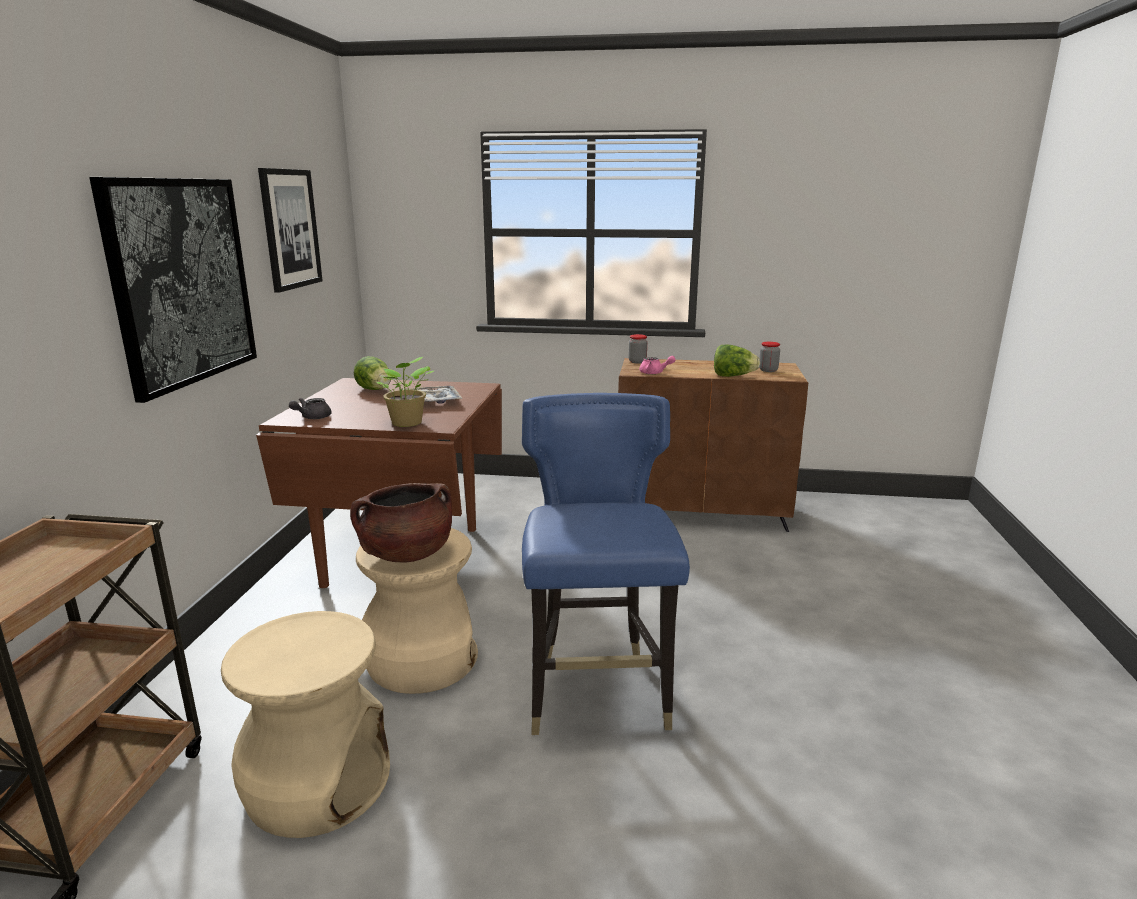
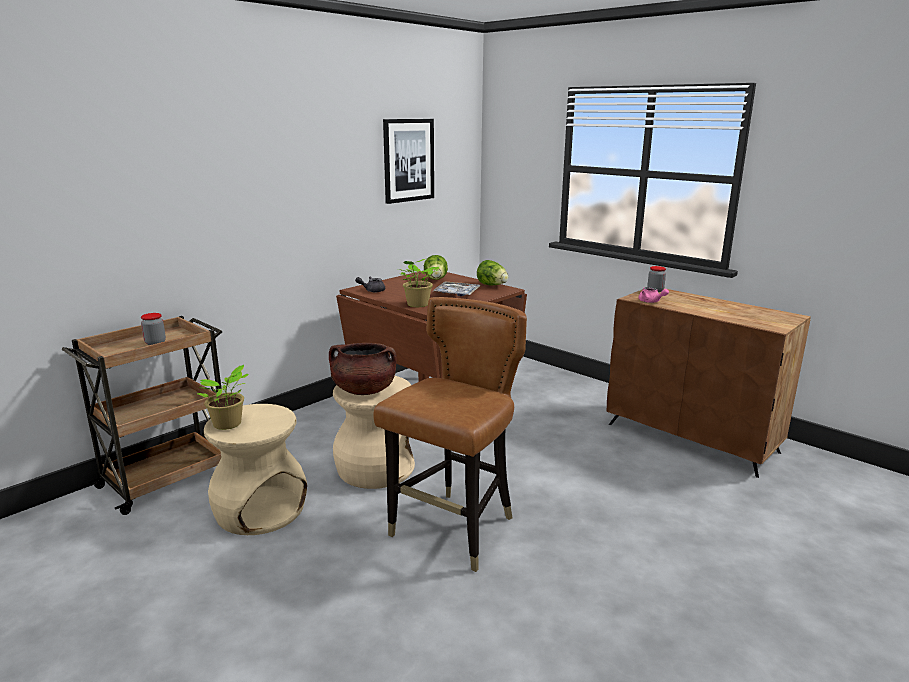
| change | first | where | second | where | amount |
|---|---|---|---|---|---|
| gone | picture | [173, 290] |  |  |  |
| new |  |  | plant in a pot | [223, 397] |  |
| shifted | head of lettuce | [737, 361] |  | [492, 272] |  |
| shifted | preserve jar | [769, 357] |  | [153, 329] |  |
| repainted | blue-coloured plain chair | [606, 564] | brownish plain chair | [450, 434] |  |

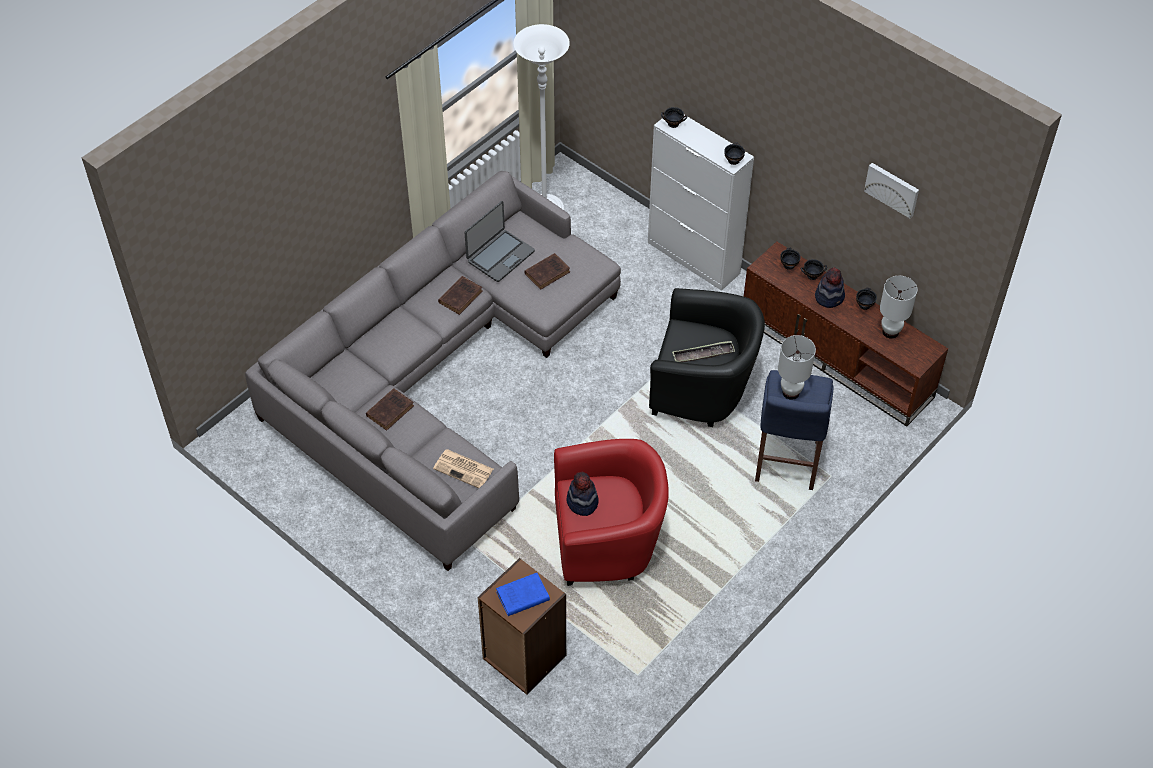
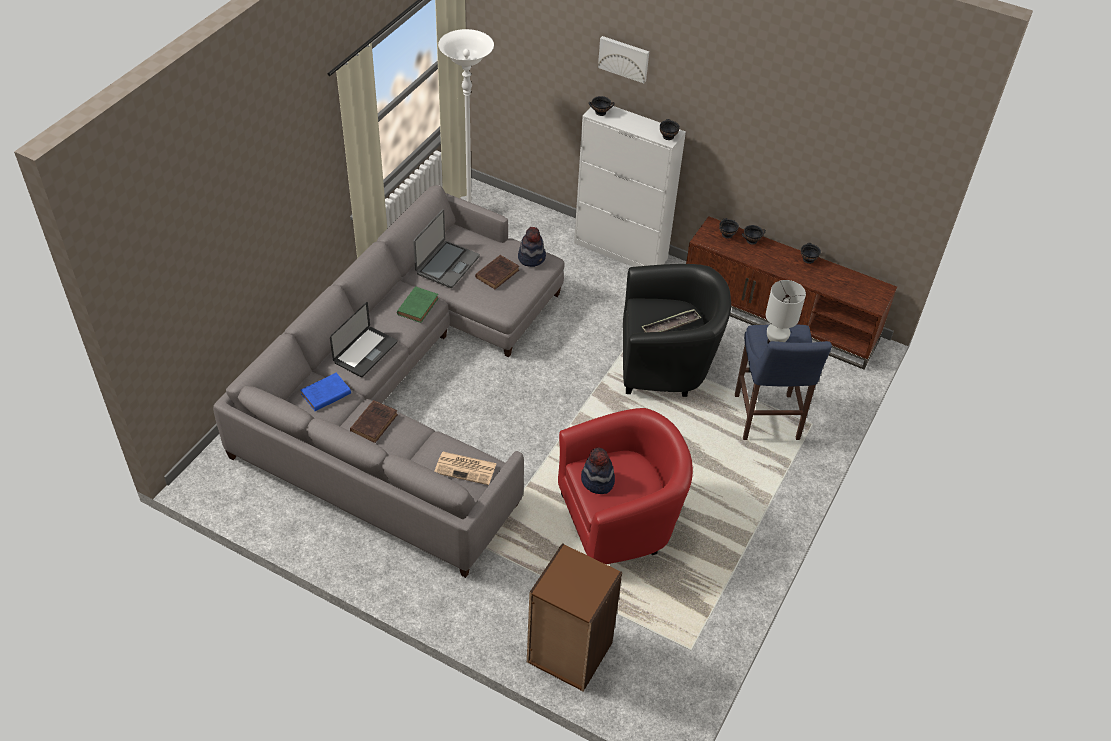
| change | first | where | second | where | amount |
|---|---|---|---|---|---|
| gone | white table lamp | [898, 307] |  |  |  |
| new |  |  | portable computer | [363, 339] |  |
| shifted | blue-coloured volume | [523, 594] |  | [326, 392] |  |
| shifted | wearable hat | [830, 288] |  | [532, 247] |  |
| shifted | picture | [891, 190] |  | [623, 59] |  |
| repainted | brownish volume | [460, 295] | green volume | [418, 304] |  |

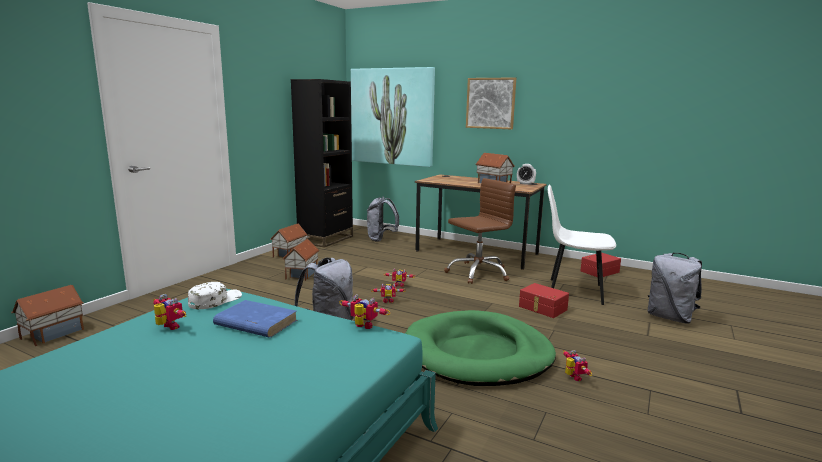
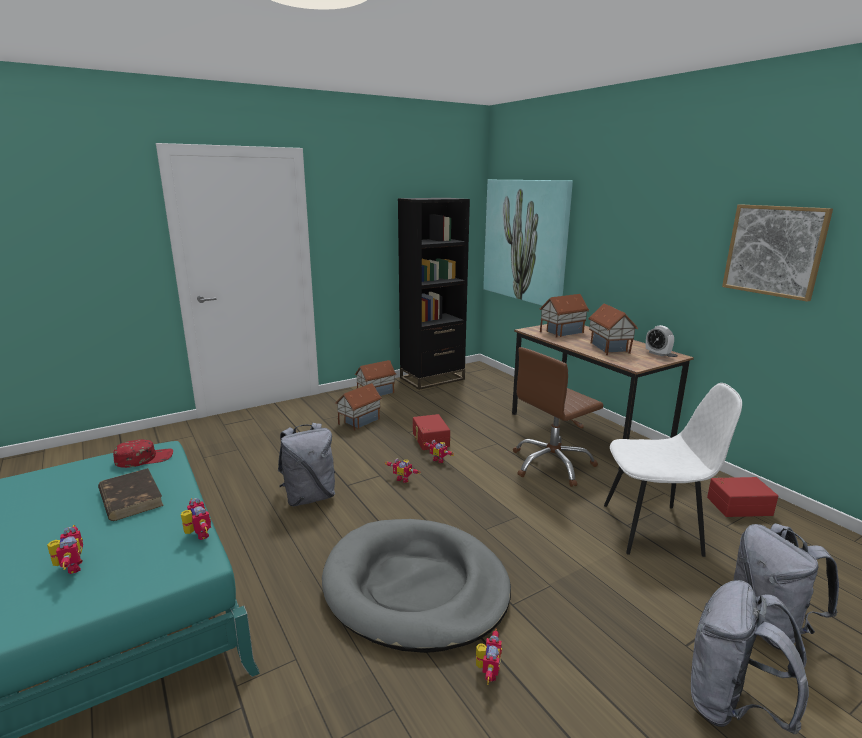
| change | first | where | second | where | amount |
|---|---|---|---|---|---|
| shifted | miniature house | [47, 315] |  | [564, 316] |  |
| shifted | toy robot | [169, 312] |  | [65, 549] |  |
| shifted | gray knapsack | [383, 219] |  | [750, 657] |  |
| shifted | picture | [491, 103] |  | [777, 253] |  |
| shifted | red storage box | [544, 300] |  | [431, 432] |  |
| repainted | white cap | [215, 295] | red cap | [143, 453] |  |
| repainted | blue-coloured volume | [255, 319] | brownish volume | [131, 494] |  |
| repainted | green dog cushion | [480, 348] | gray dog cushion | [416, 586] |  |
| rotated | brownish computer chair | [480, 231] |  | [558, 417] | 150 degrees clockwise |
| rotated | white plain chair | [582, 244] |  | [673, 470] | 135 degrees clockwise |

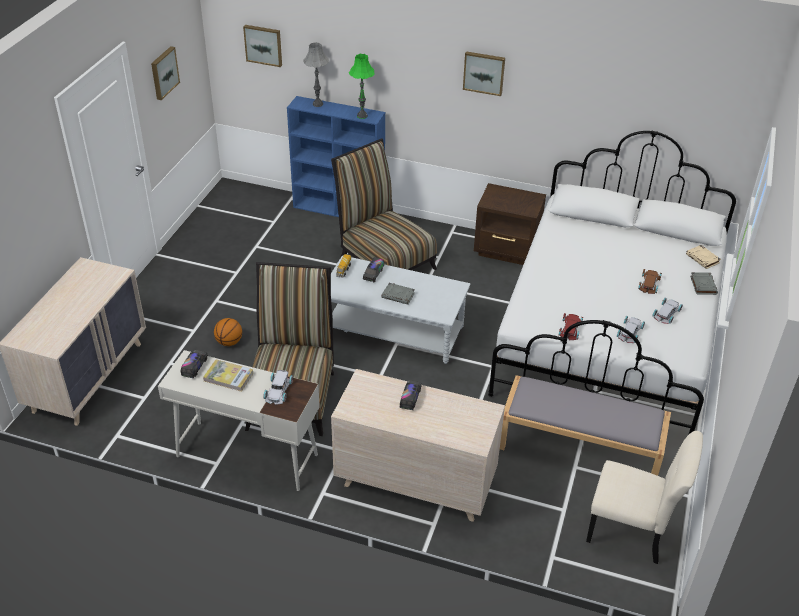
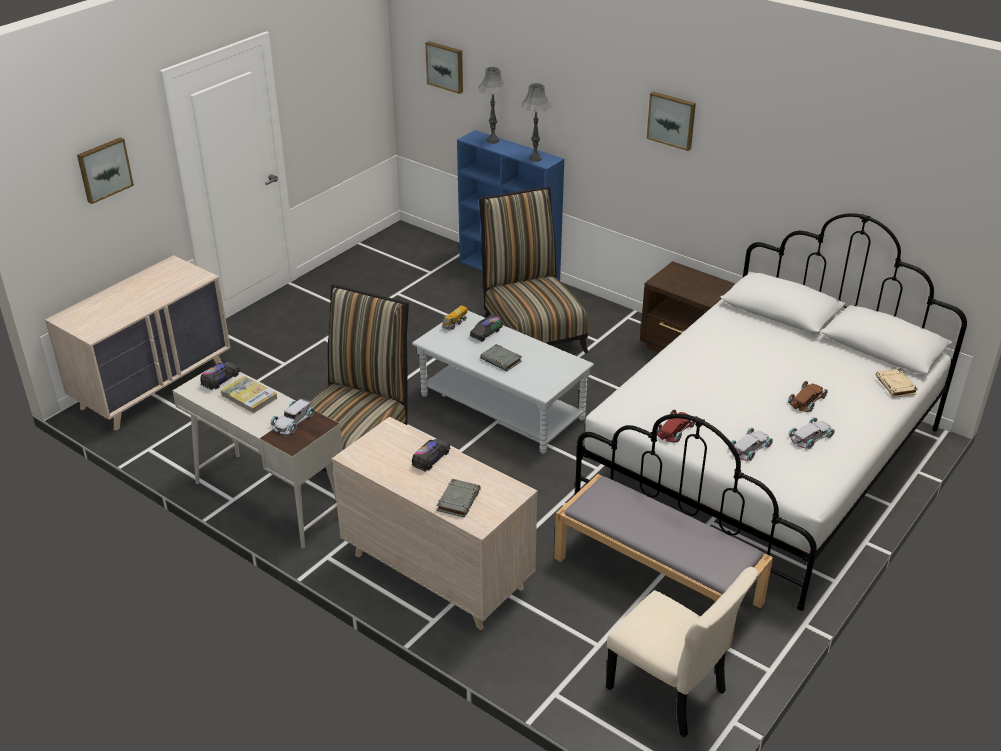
| change | first | where | second | where | amount |
|---|---|---|---|---|---|
| gone | basketball | [228, 332] |  |  |  |
| shifted | picture | [165, 73] |  | [105, 170] |  |
| shifted | gray volume | [704, 283] |  | [459, 498] |  |
| repainted | green table lamp | [362, 86] | gray table lamp | [536, 122] |  |

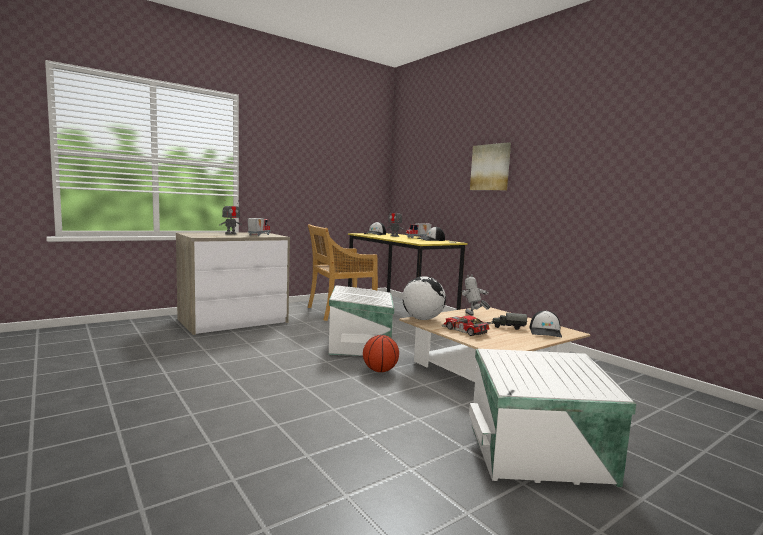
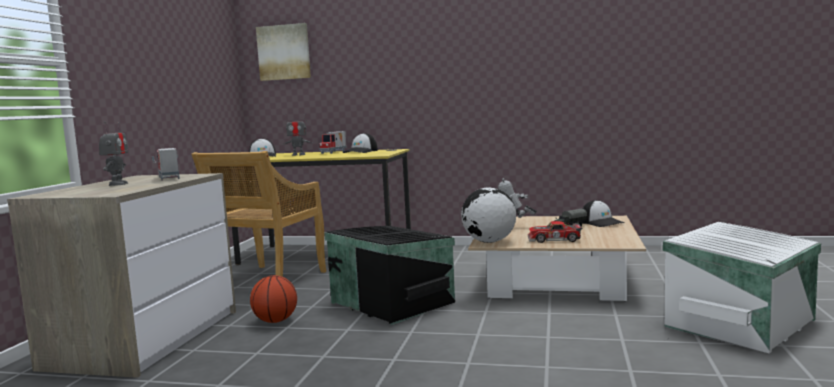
| change | first | where | second | where | amount |
|---|---|---|---|---|---|
| shifted | basketball | [381, 353] |  | [273, 299] |  |
| shifted | picture | [490, 166] |  | [283, 52] |  |
| repainted | white storage box | [361, 320] | blackish storage box | [389, 275] |  |

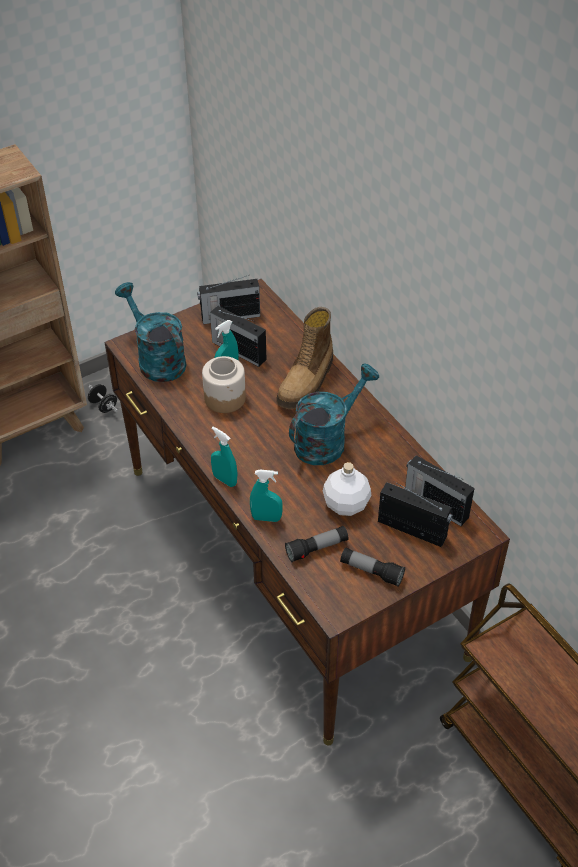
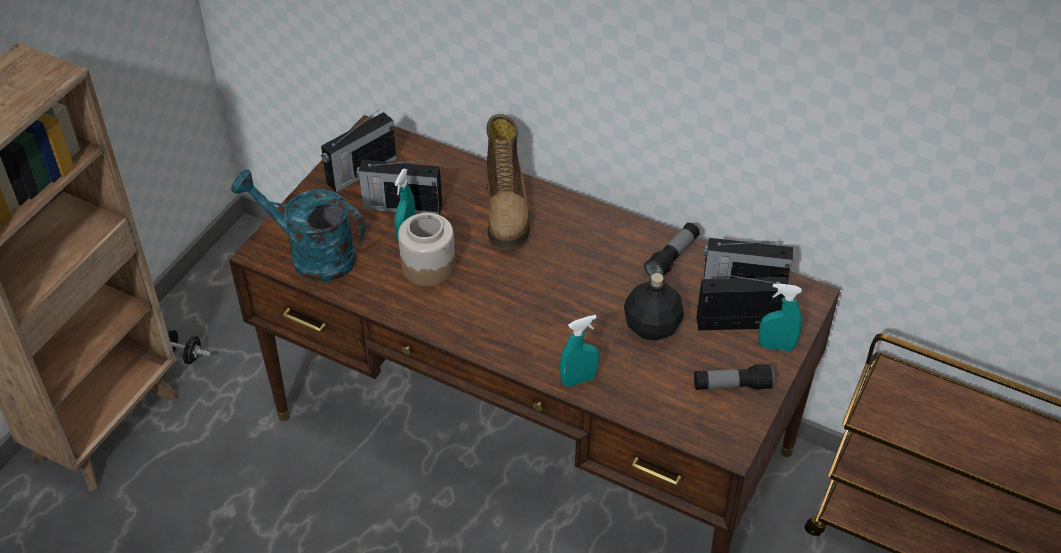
| change | first | where | second | where | amount |
|---|---|---|---|---|---|
| gone | turquoise-coloured sprinkling can | [334, 414] |  |  |  |
| shifted | turquoise-coloured spray bottle | [224, 457] |  | [780, 317] |  |
| shifted | torch | [317, 544] |  | [672, 250] |  |
| repainted | white bottle | [347, 489] | blackish bottle | [654, 307] |  |

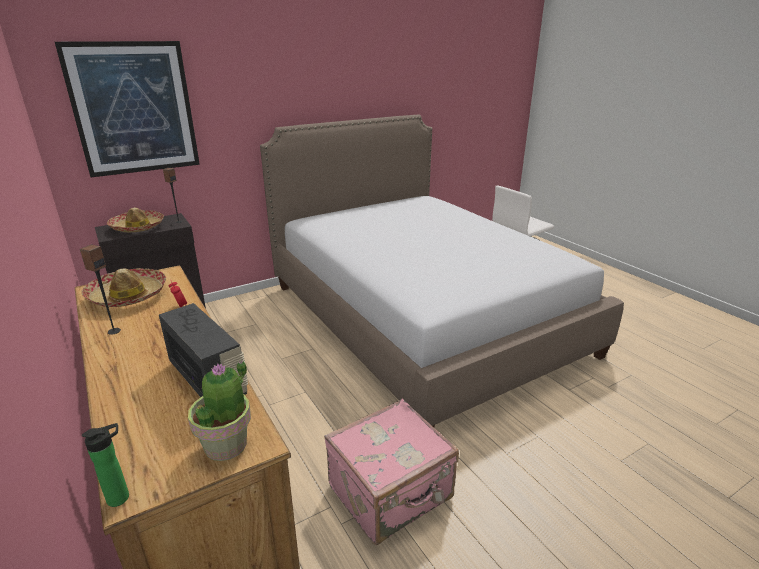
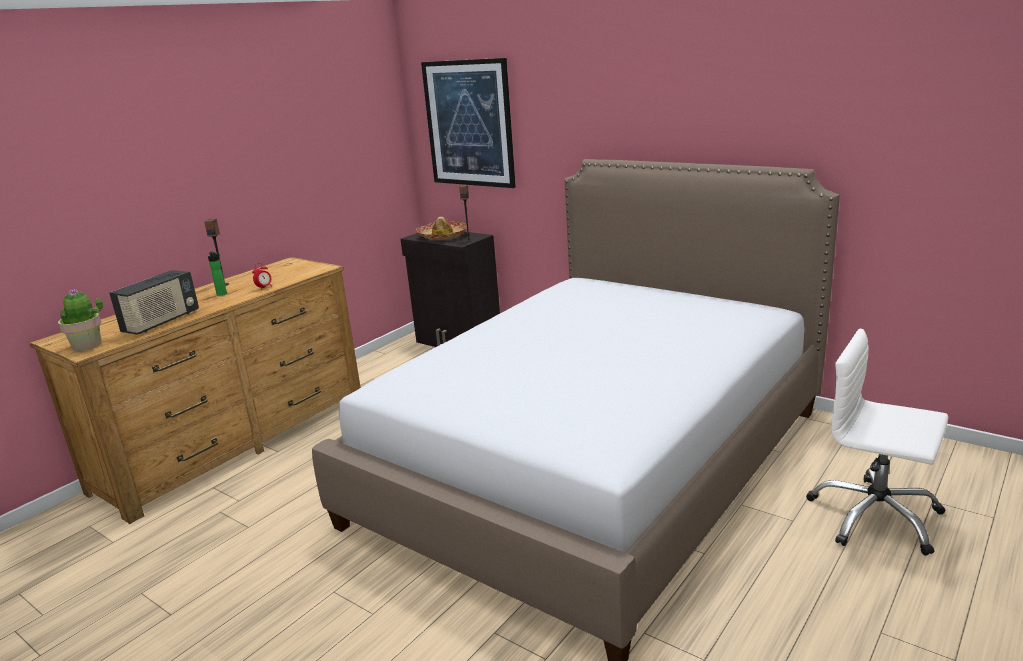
| change | first | where | second | where | amount |
|---|---|---|---|---|---|
| gone | wearable hat | [123, 287] |  |  |  |
| gone | pink-coloured suitcase | [391, 472] |  |  |  |
| shifted | bottle | [105, 465] |  | [217, 273] |  |

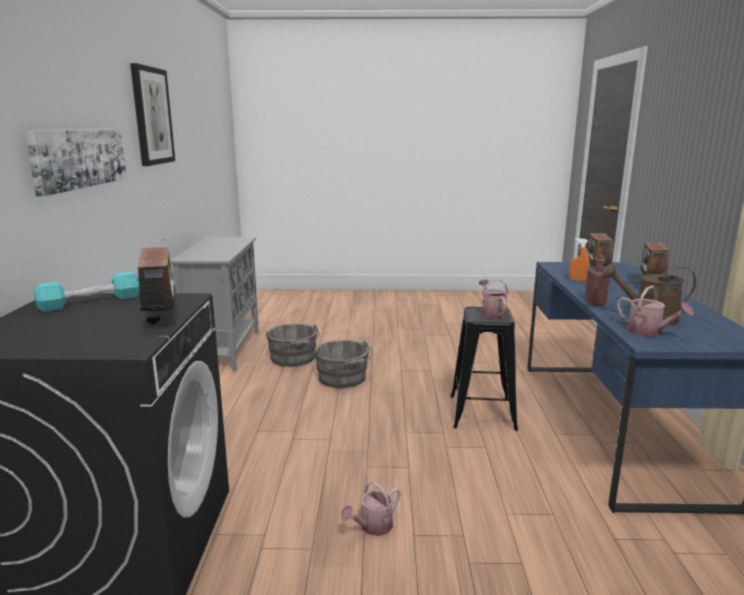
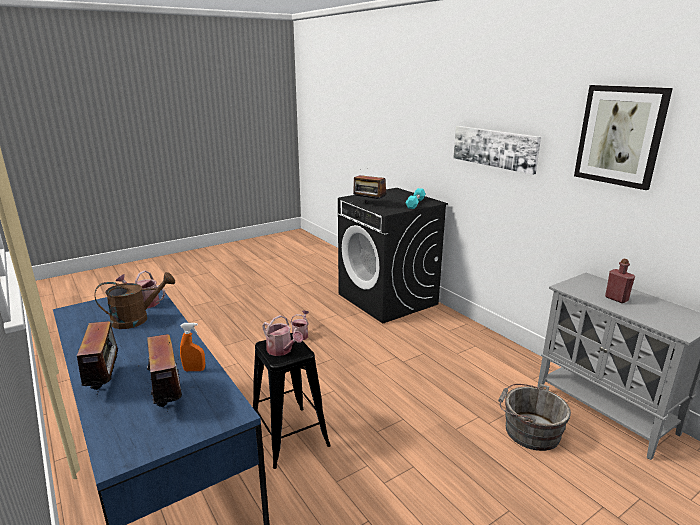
| change | first | where | second | where | amount |
|---|---|---|---|---|---|
| gone | gray water bucket | [343, 364] |  |  |  |
| shifted | red bottle | [597, 280] |  | [620, 281] |  |

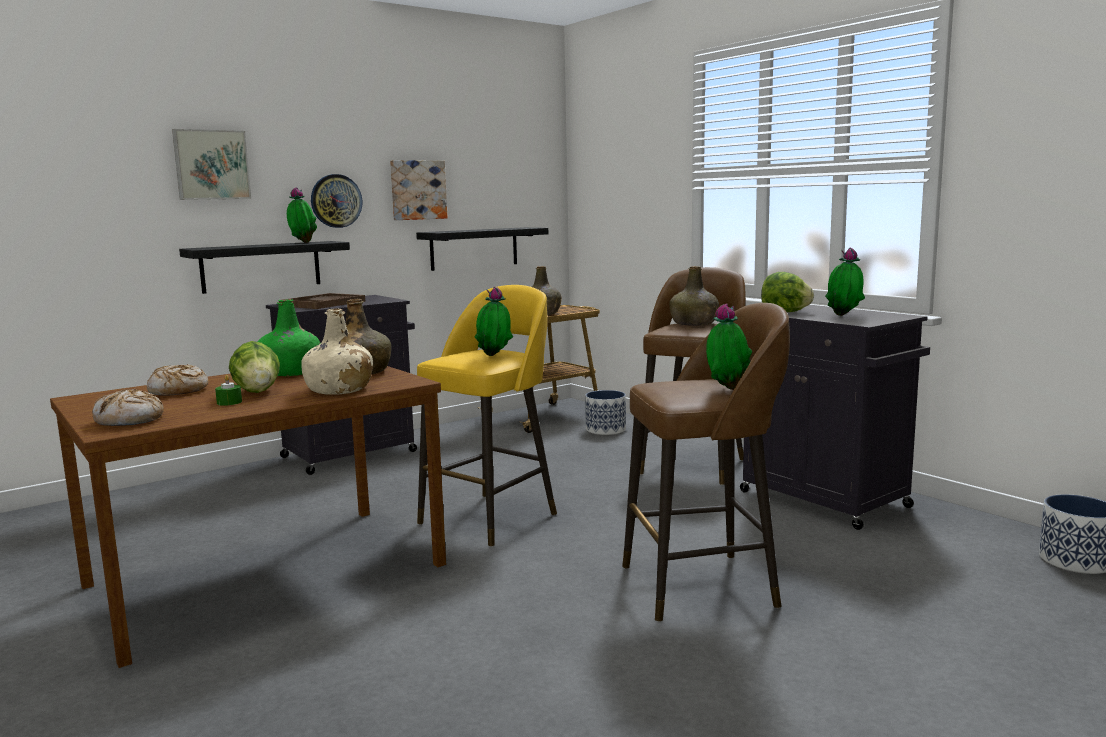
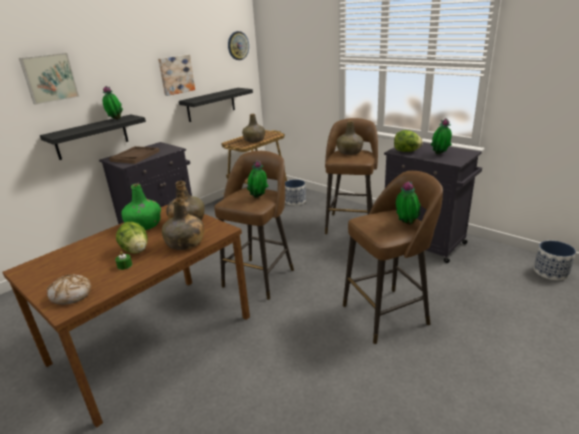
| change | first | where | second | where | amount |
|---|---|---|---|---|---|
| gone | bread | [177, 380] |  |  |  |
| shifted | clock on the wall | [336, 201] |  | [238, 45] |  |
| repainted | sand-coloured bottle | [337, 352] | green bottle | [183, 224] |  |
| repainted | yellow-coloured sitting stool | [487, 416] | brownish sitting stool | [254, 225] |  |

